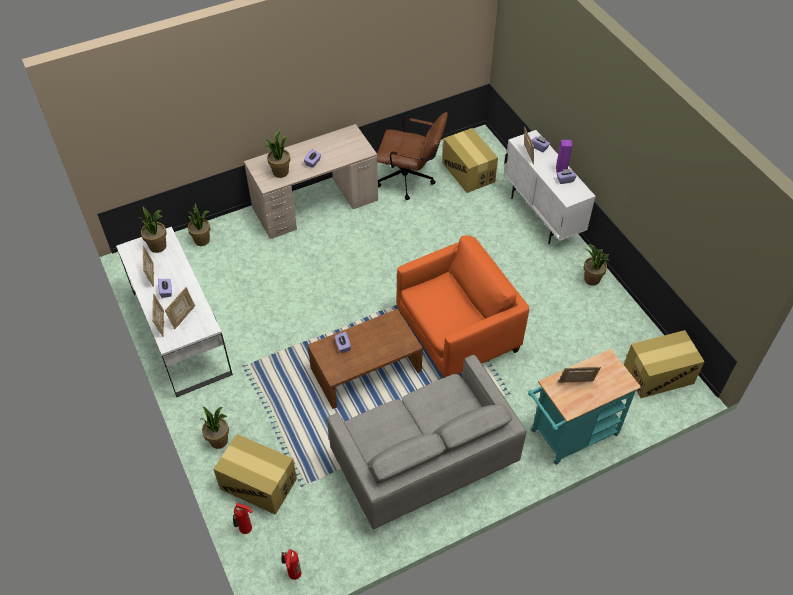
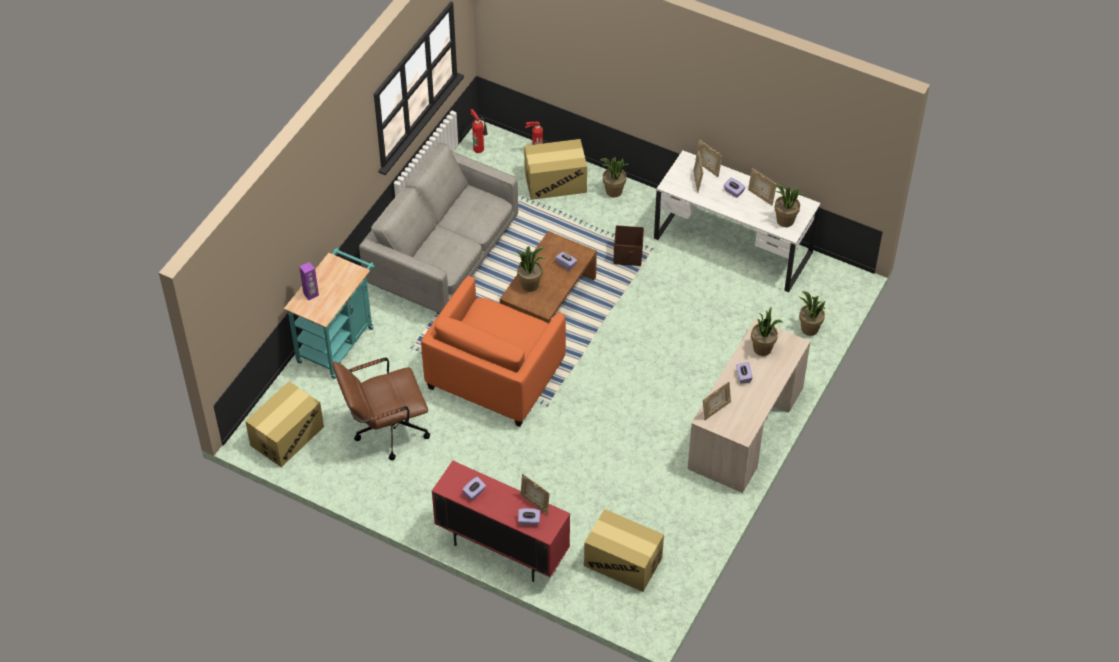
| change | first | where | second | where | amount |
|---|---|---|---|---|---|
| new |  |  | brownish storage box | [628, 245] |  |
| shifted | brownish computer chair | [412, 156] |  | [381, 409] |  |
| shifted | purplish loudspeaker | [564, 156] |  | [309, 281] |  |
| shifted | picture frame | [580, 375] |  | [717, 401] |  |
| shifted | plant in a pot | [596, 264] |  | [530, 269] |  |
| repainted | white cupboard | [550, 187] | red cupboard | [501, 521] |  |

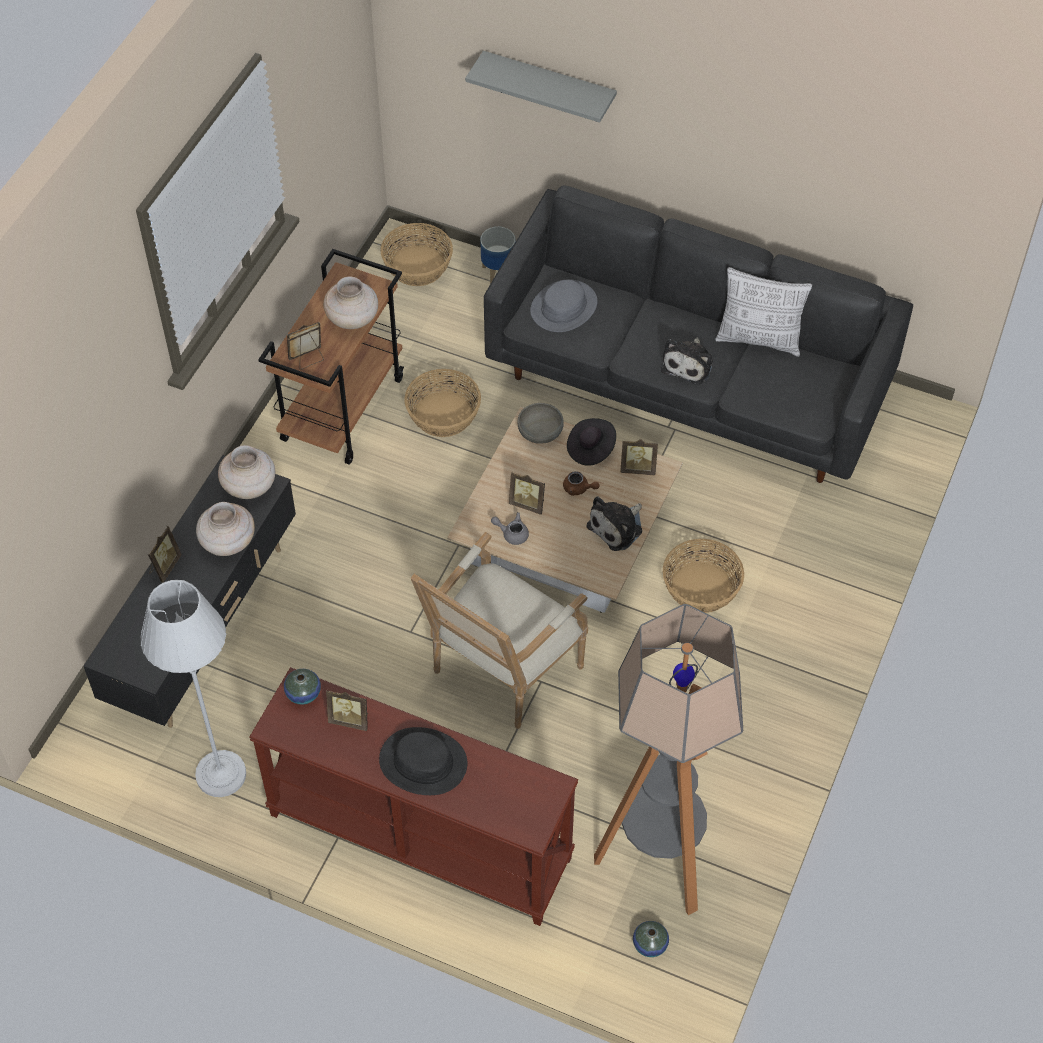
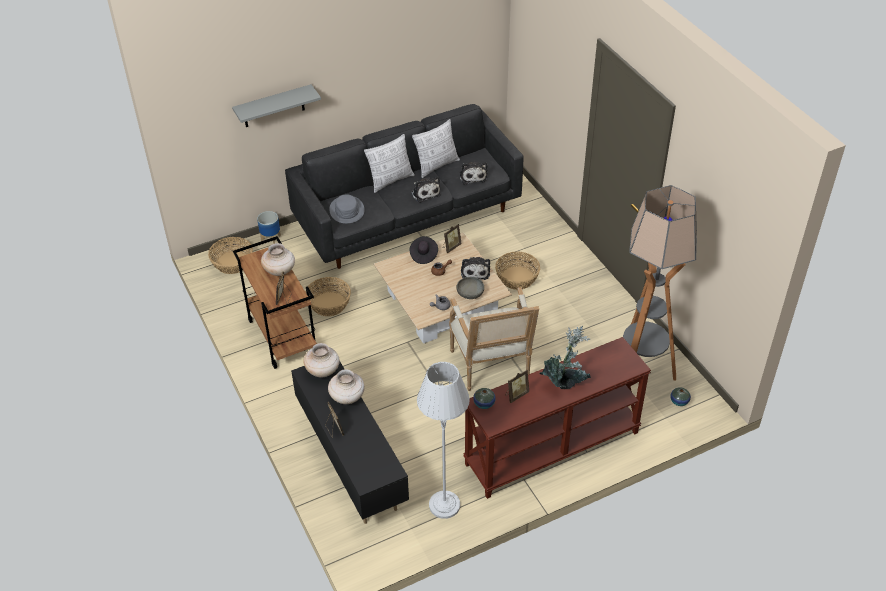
| change | first | where | second | where | amount |
|---|---|---|---|---|---|
| gone | picture frame | [527, 493] |  |  |  |
| new |  |  | cushion | [389, 163] |  |
| new |  |  | plush toy | [473, 173] |  |
| shifted | gray deep dish | [540, 423] |  | [470, 288] |  |
| swapped | blackish wearable hat | [423, 761] | plant in a pot | [565, 357] |  |

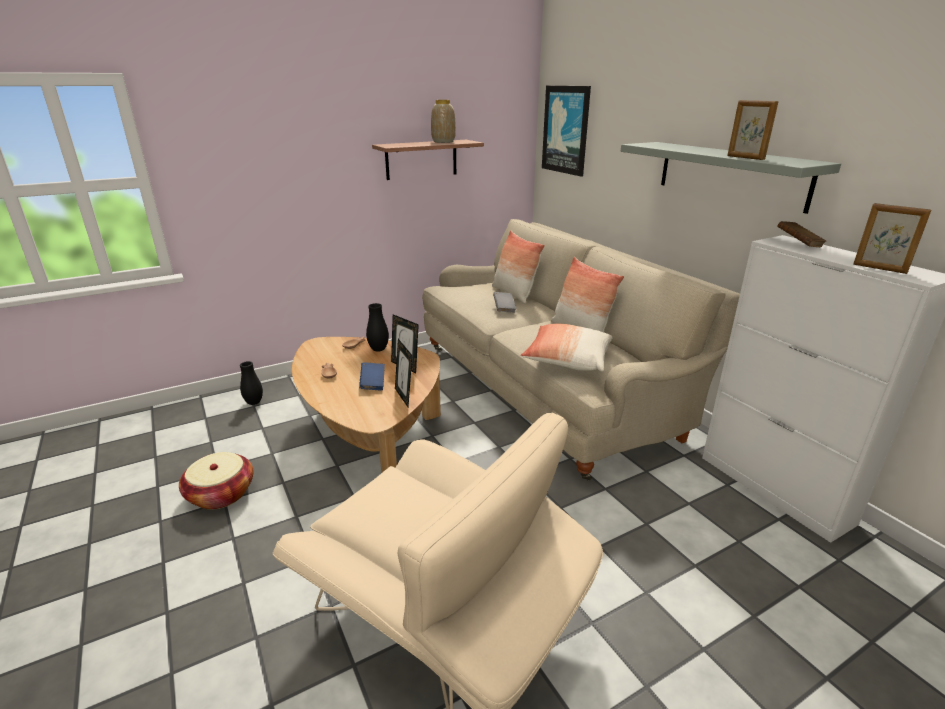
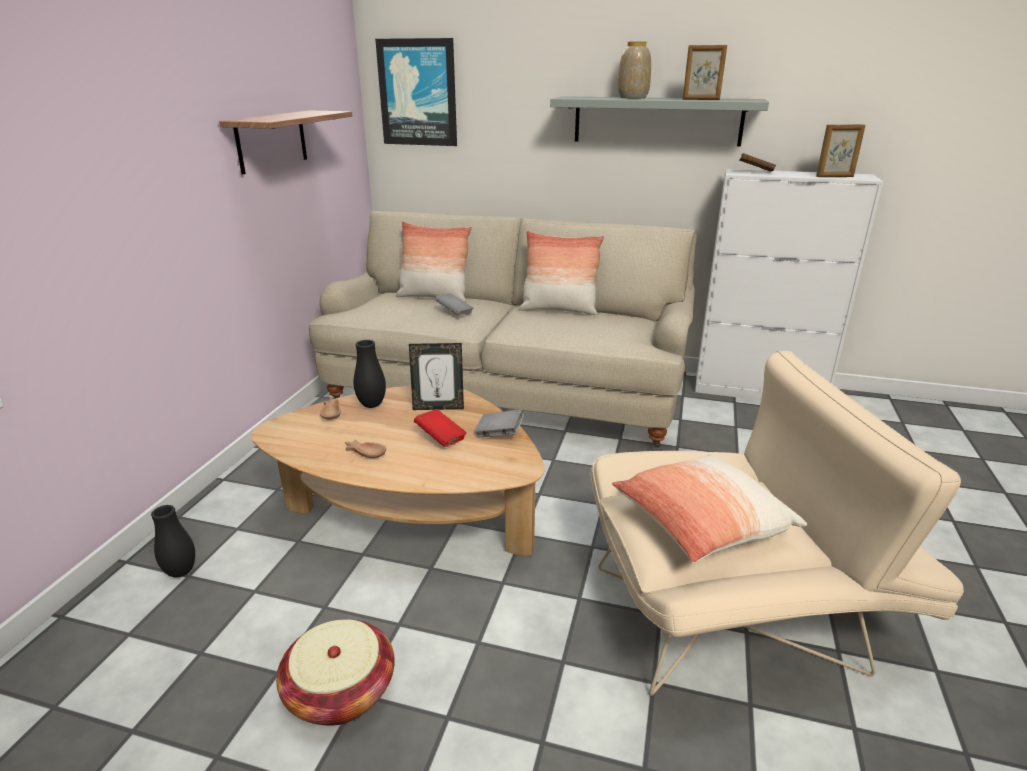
| change | first | where | second | where | amount |
|---|---|---|---|---|---|
| shifted | flower vase | [443, 121] |  | [634, 69] |  |
| shifted | cushion | [566, 347] |  | [709, 509] |  |
| swapped | picture frame | [403, 373] | gray volume | [499, 423] |  |
| repainted | blue-coloured volume | [372, 376] | red volume | [440, 428] |  |

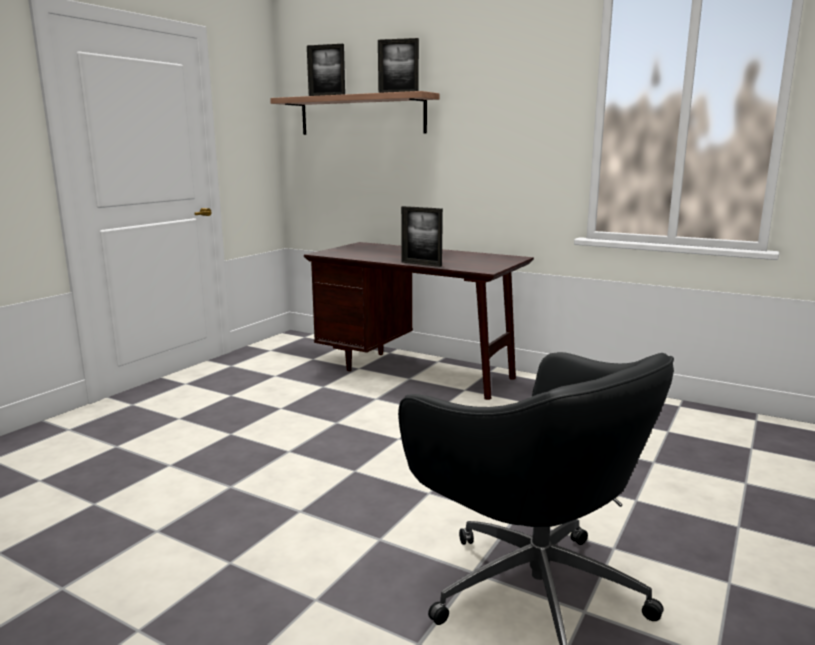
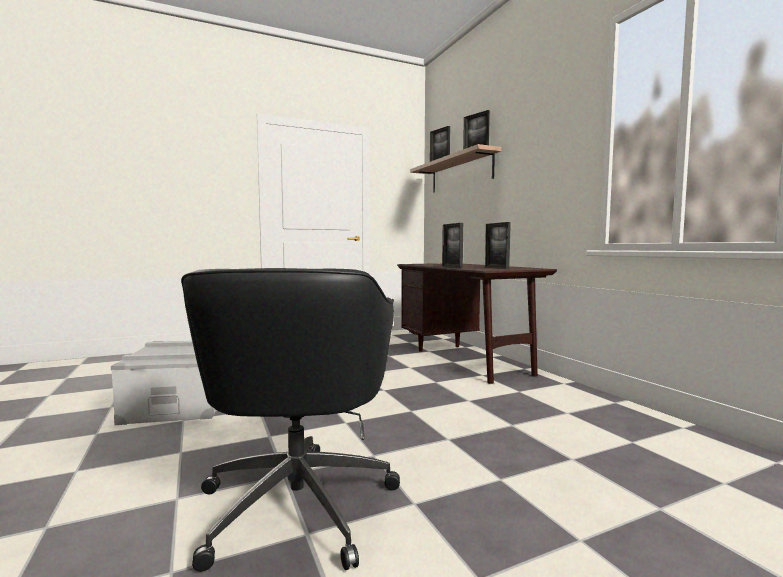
| change | first | where | second | where | amount |
|---|---|---|---|---|---|
| new |  |  | gray storage box | [163, 383] |  |
| new |  |  | picture frame | [498, 245] |  |

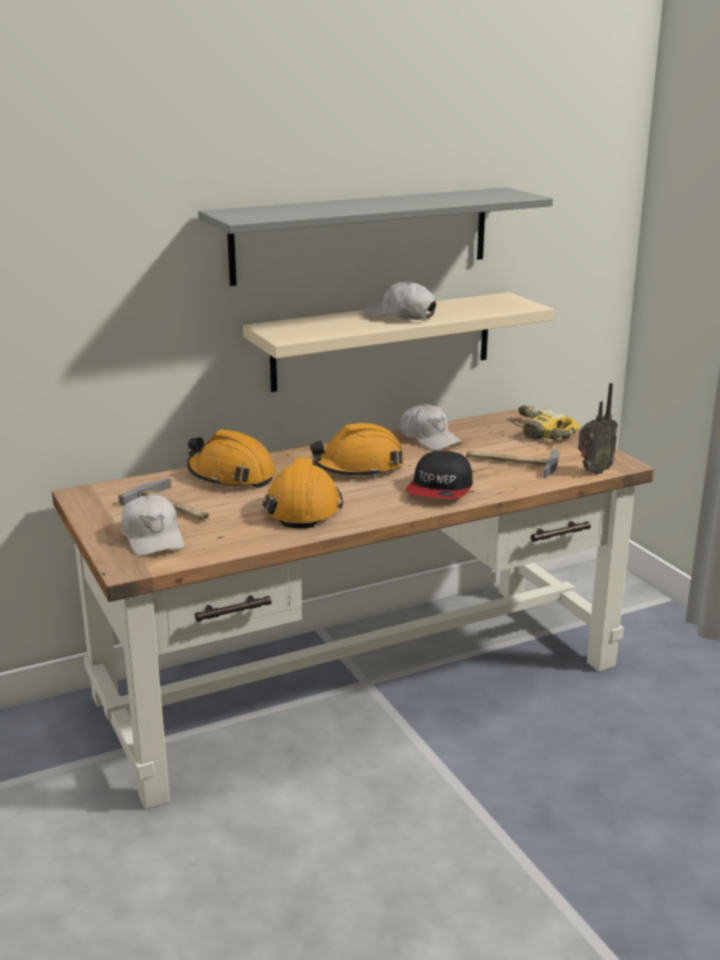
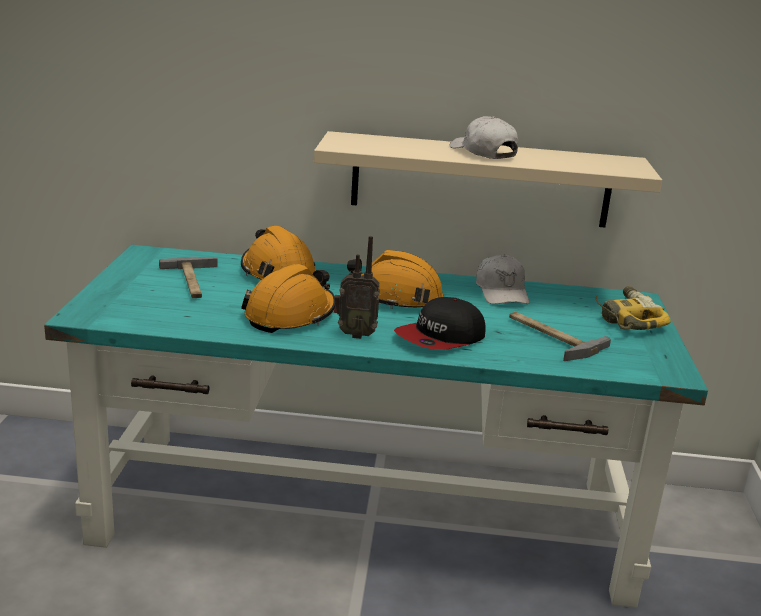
| change | first | where | second | where | amount |
|---|---|---|---|---|---|
| gone | white cap | [152, 525] |  |  |  |
| gone | gray bracket shelf | [376, 236] |  |  |  |
| shifted | radio receiver | [598, 428] |  | [357, 287] |  |
| repainted | brownish desk unit | [353, 608] | turquoise-coloured desk unit | [376, 426] |  |

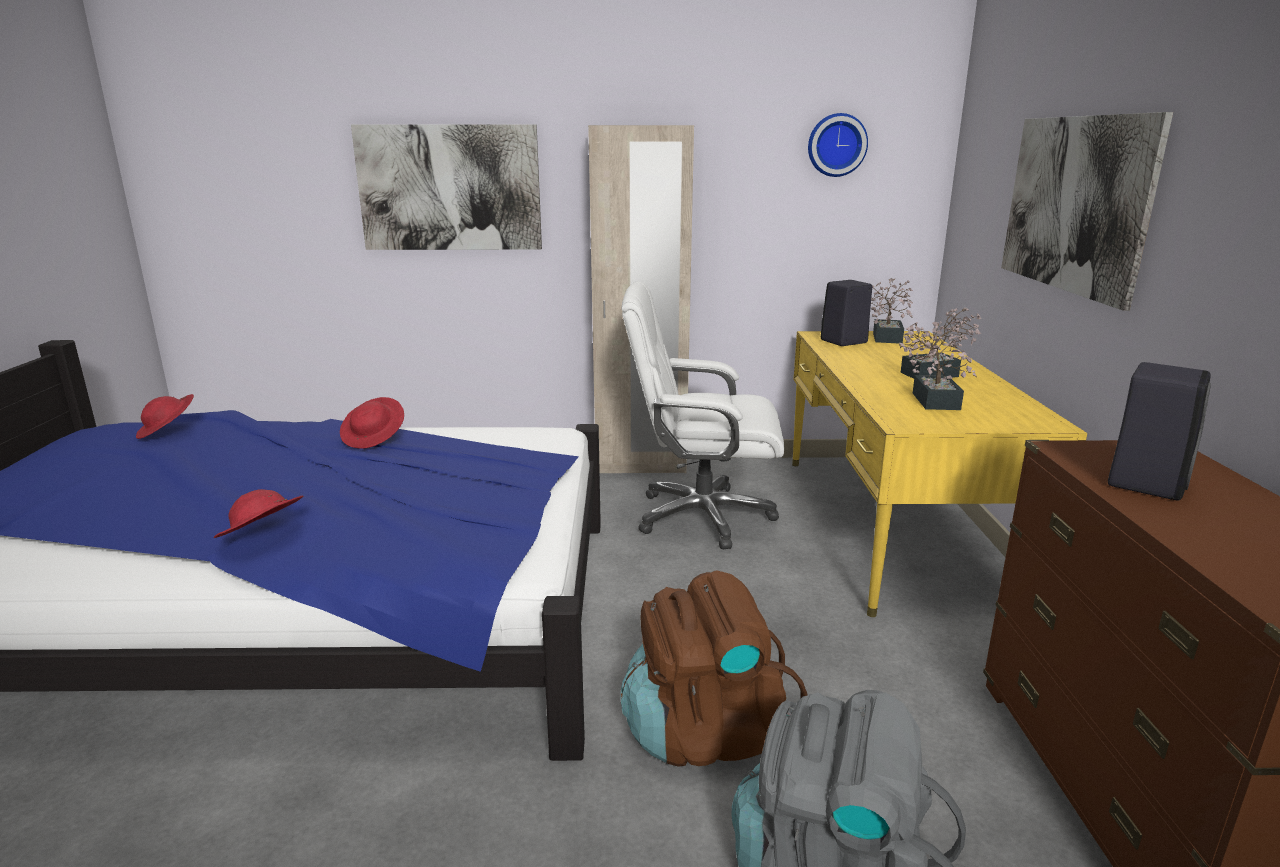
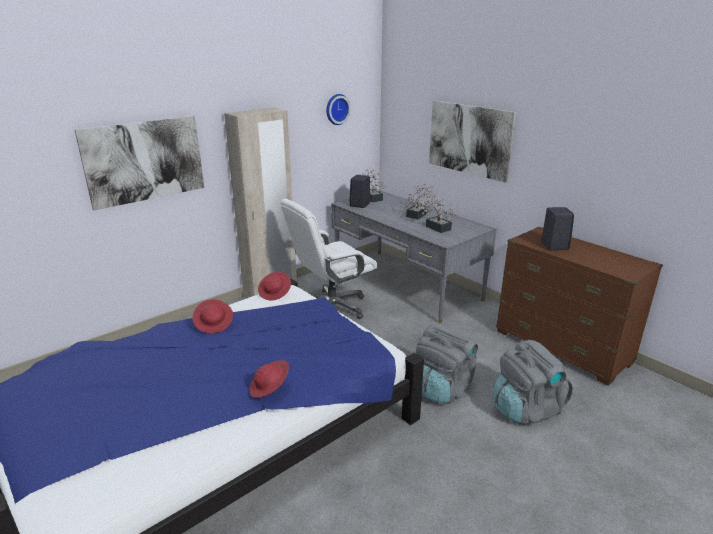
| change | first | where | second | where | amount |
|---|---|---|---|---|---|
| shifted | red wearable hat | [165, 416] |  | [274, 286] |  |
| repainted | brownish knapsack | [713, 668] | gray knapsack | [447, 363] |  |
| repainted | yellow-coloured desk unit | [939, 474] | gray desk unit | [414, 257] |  |

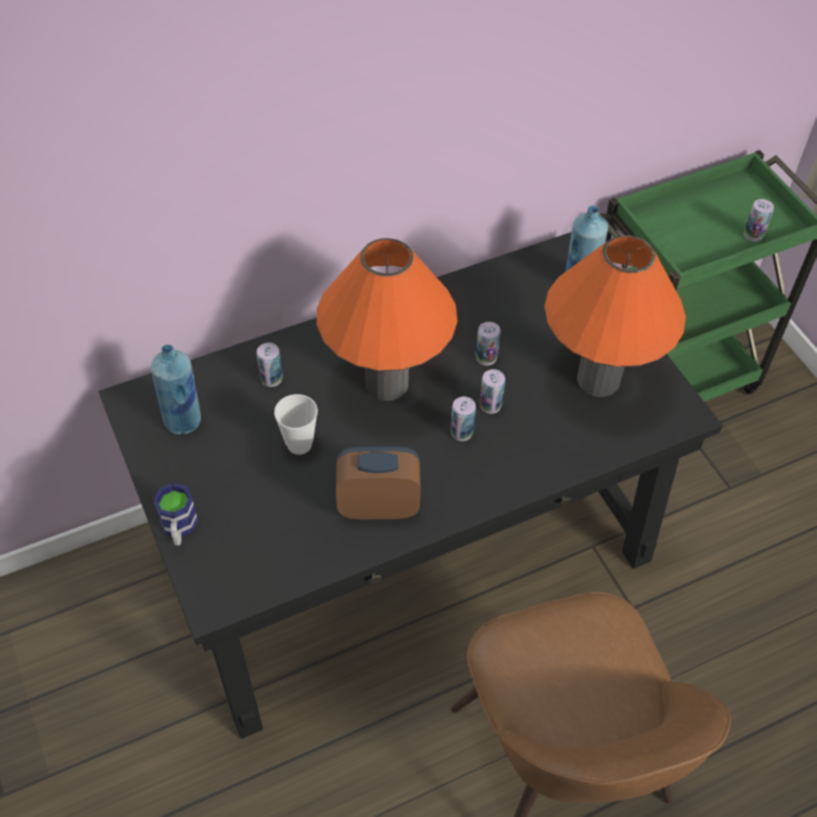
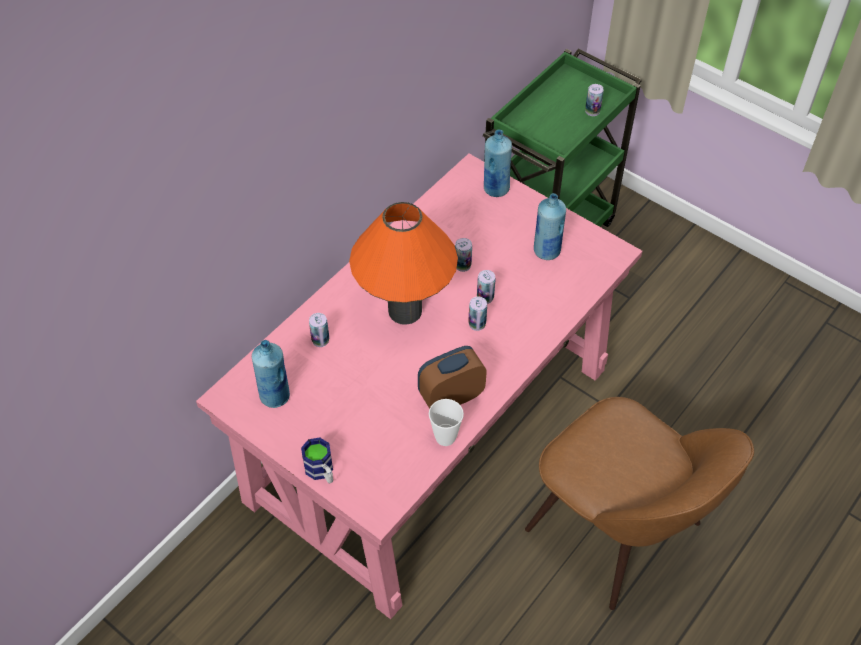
| change | first | where | second | where | amount |
|---|---|---|---|---|---|
| shifted | small cup | [296, 424] |  | [446, 422] |  |
| swapped | orangey table lamp | [615, 316] | blue-coloured bottle | [550, 226] |  |
| repainted | blackish desk unit | [410, 485] | pink-coloured desk unit | [419, 386] |  |

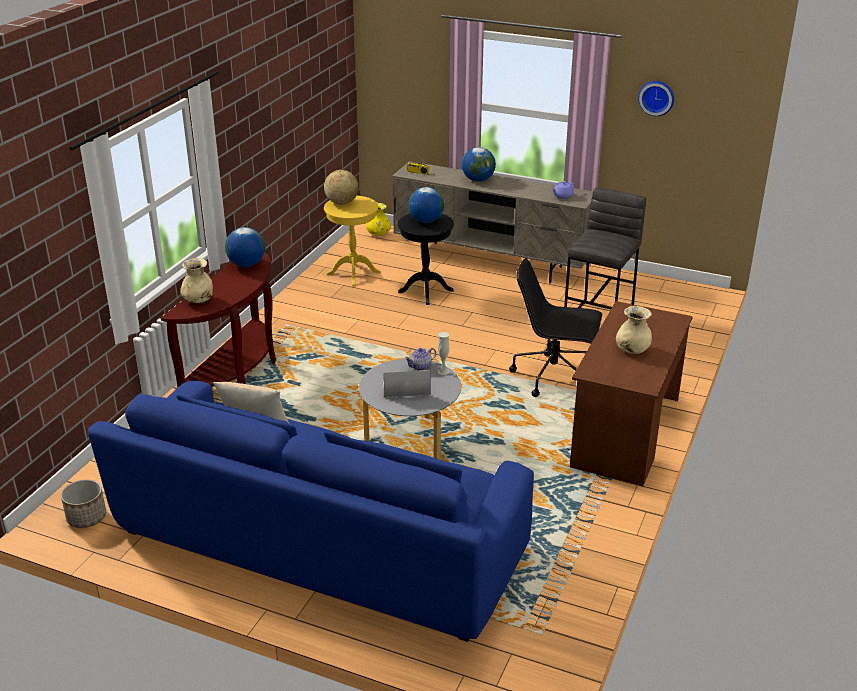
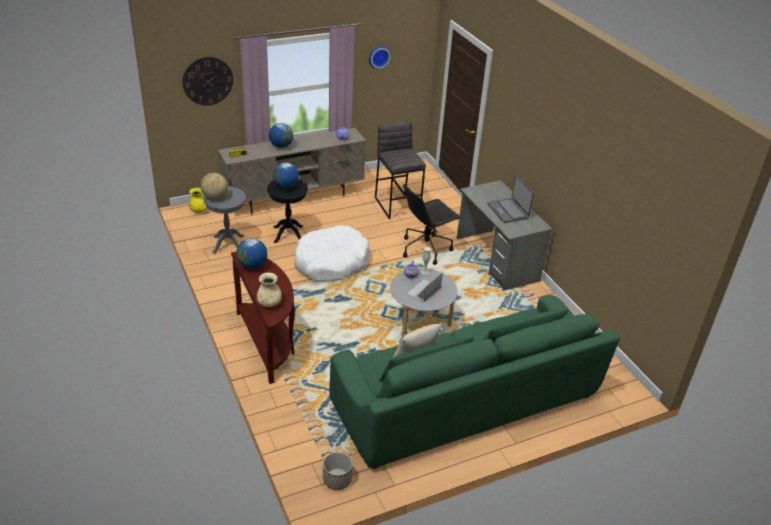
| change | first | where | second | where | amount |
|---|---|---|---|---|---|
| new |  |  | clock on the wall | [207, 81] |  |
| new |  |  | white dog cushion | [332, 253] |  |
| swapped | sand-coloured flower vase | [634, 330] | portable computer | [510, 199] |  |
| repainted | blue-coloured settee | [311, 511] | green settee | [474, 382] |  |
| repainted | yellow-coloured side table | [352, 241] | gray side table | [224, 220] |  |
| repainted | brownish desk unit | [631, 393] | gray desk unit | [505, 235] |  |

